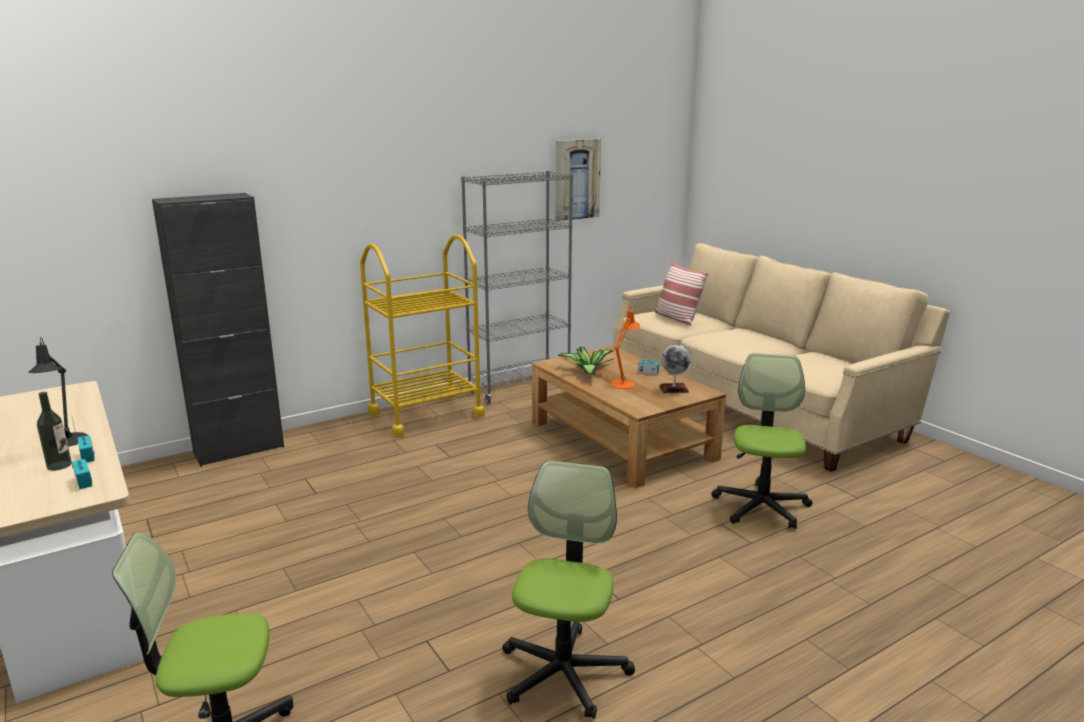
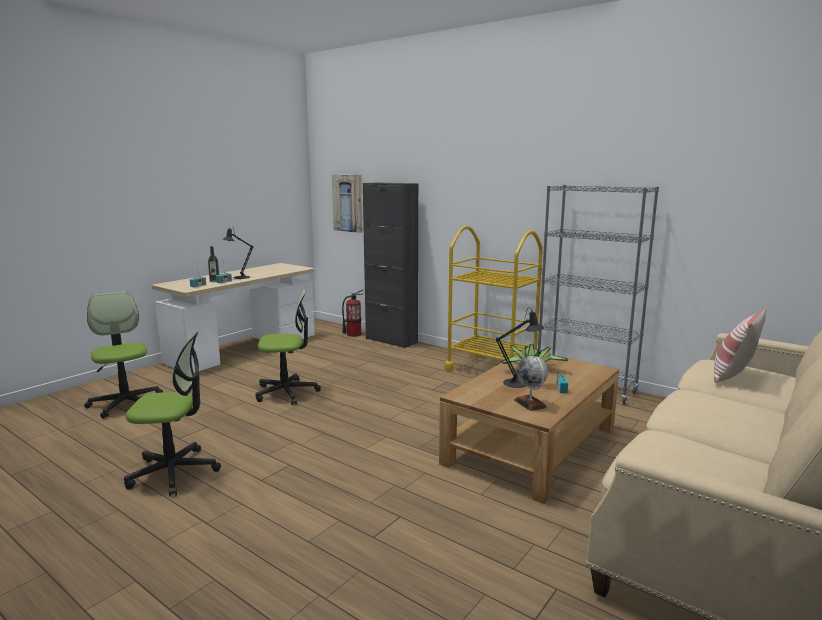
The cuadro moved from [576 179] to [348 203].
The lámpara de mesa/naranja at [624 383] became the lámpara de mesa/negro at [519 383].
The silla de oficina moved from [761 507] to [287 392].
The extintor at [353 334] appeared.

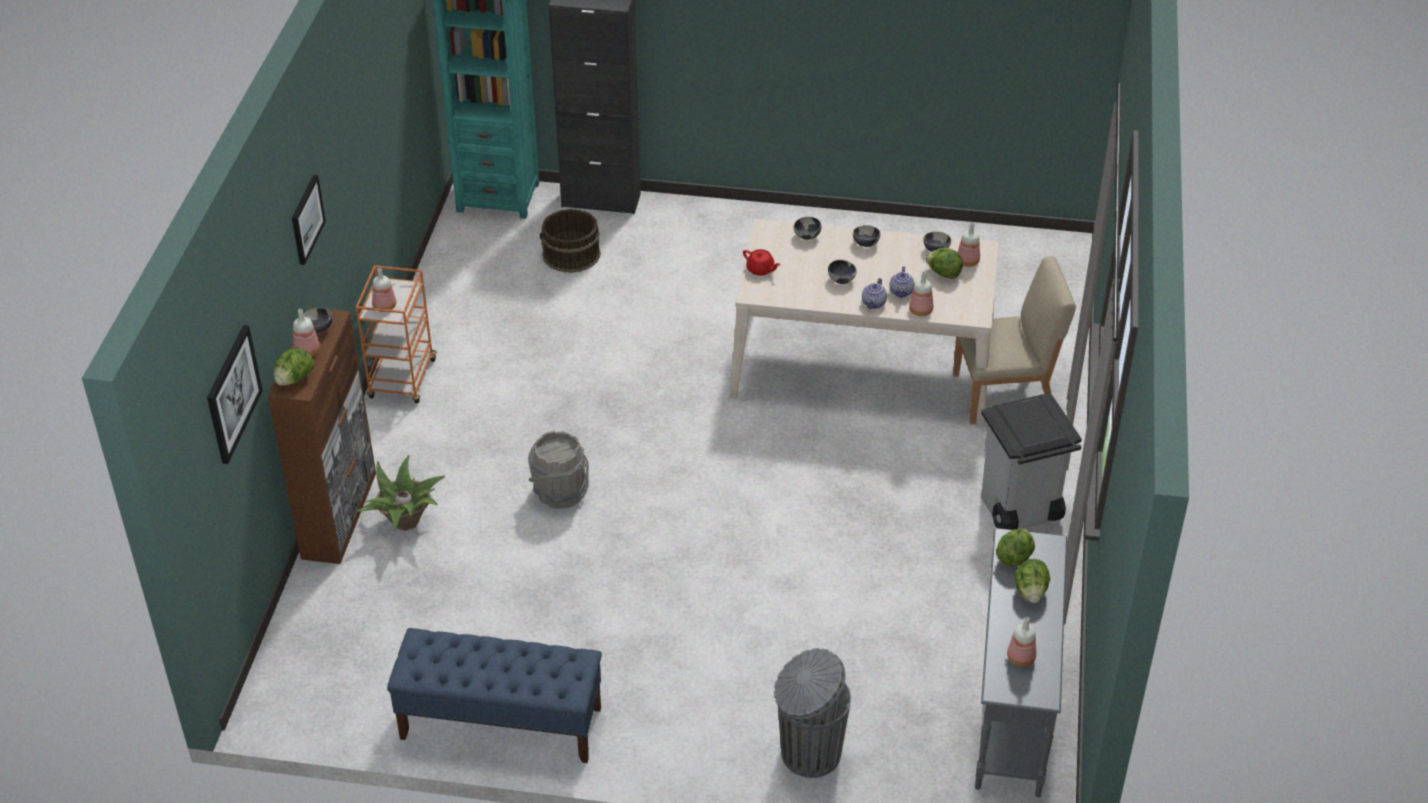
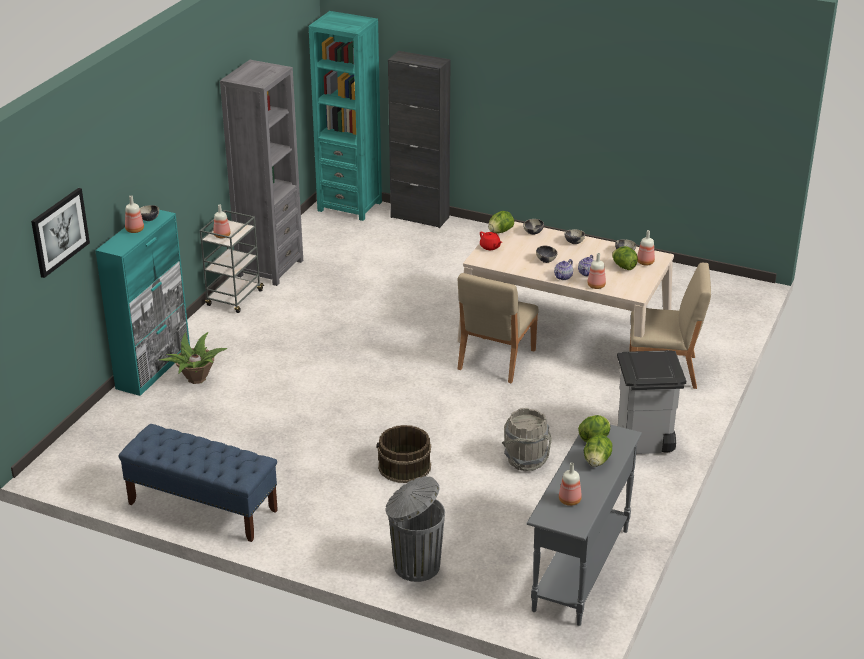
The armario/marrón at [339 515] became the armario/turquesa at [154 368].
The lechuga moved from [294 379] to [500 232].
The cuadro at [306 219] disappeared.
The carrito/naranja at [402 380] became the carrito/gris at [234 299].
The cubo/gris moved from [560 493] to [525 460].
The cubo/marrón moved from [571 255] to [404 467].
The estantería/gris at [270 268] appeared.
The silla/beis at [495 360] appeared.

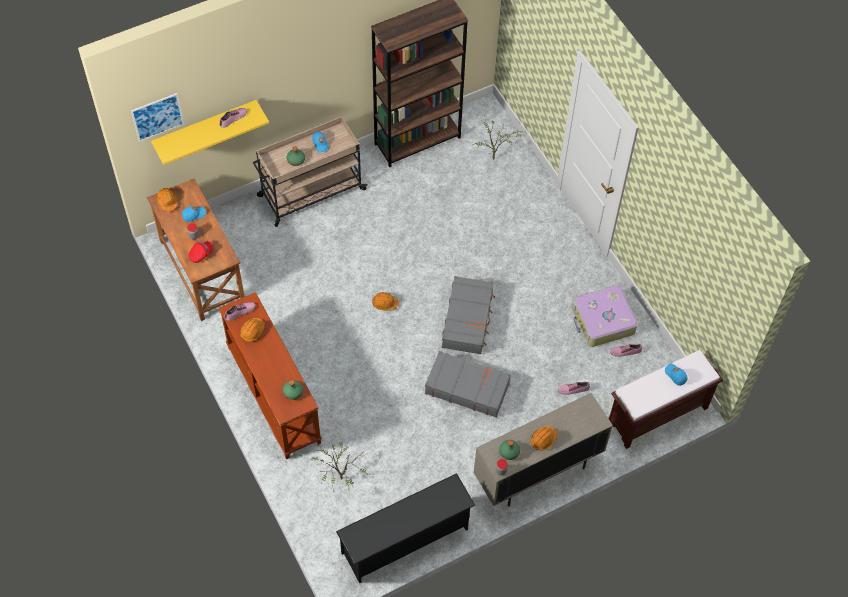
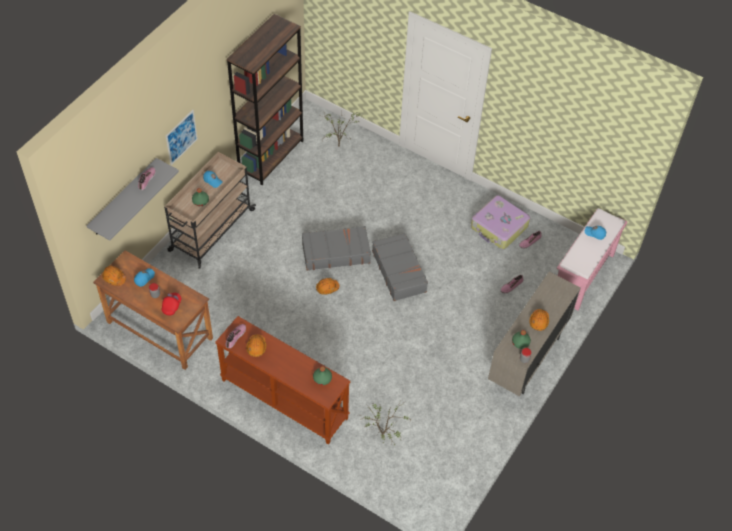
The cuadro moved from [157 117] to [181 137].
The estante/amarillo at [205 127] became the estante/gris at [123 198].
The zapatero/negro at [405 542] disappeared.
The maleta/gris moved from [467 388] to [335 253].
The banco/marrón at [657 415] became the banco/rosa at [583 276].

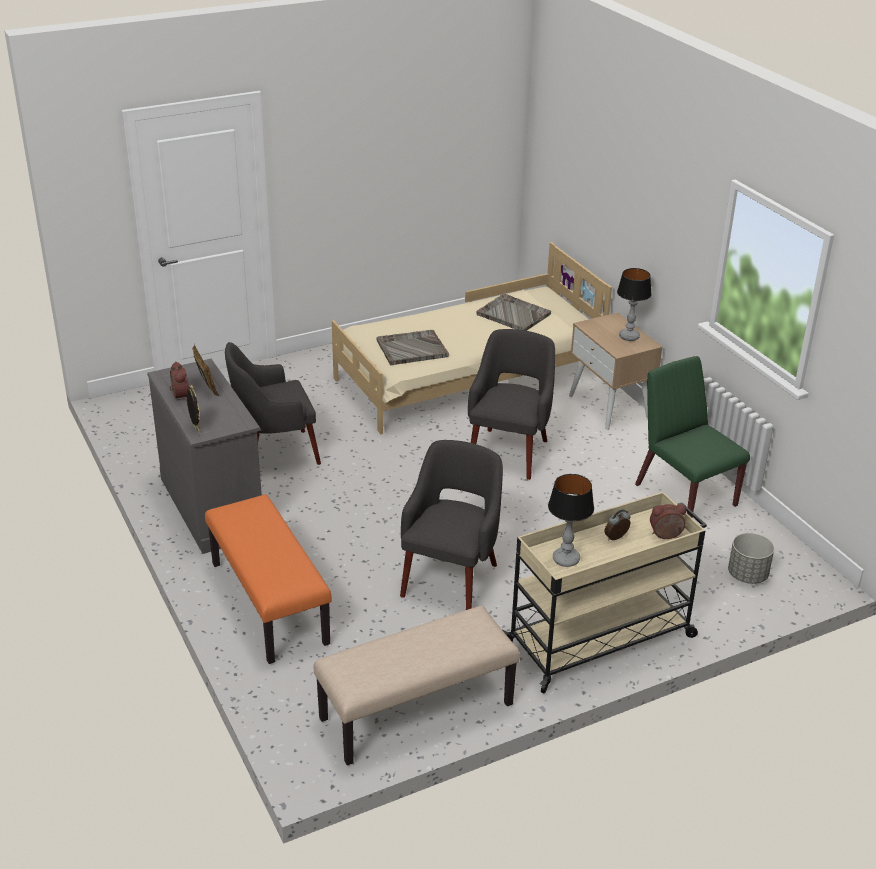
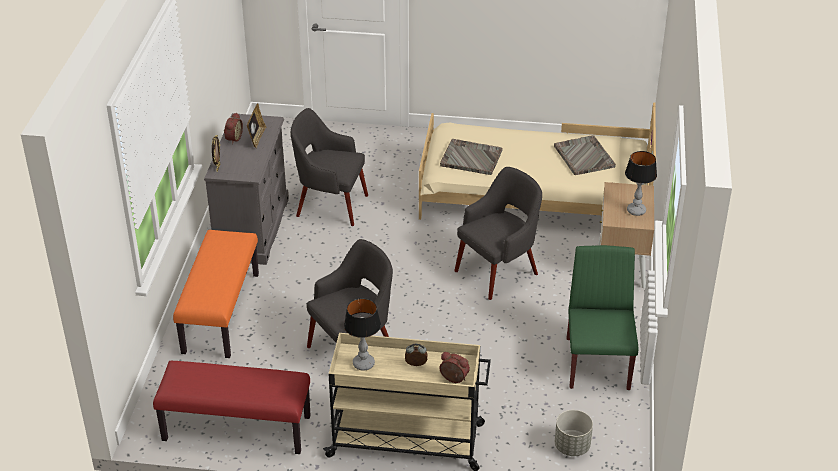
The banco/beis at [416 713] became the banco/rojo at [236 429].

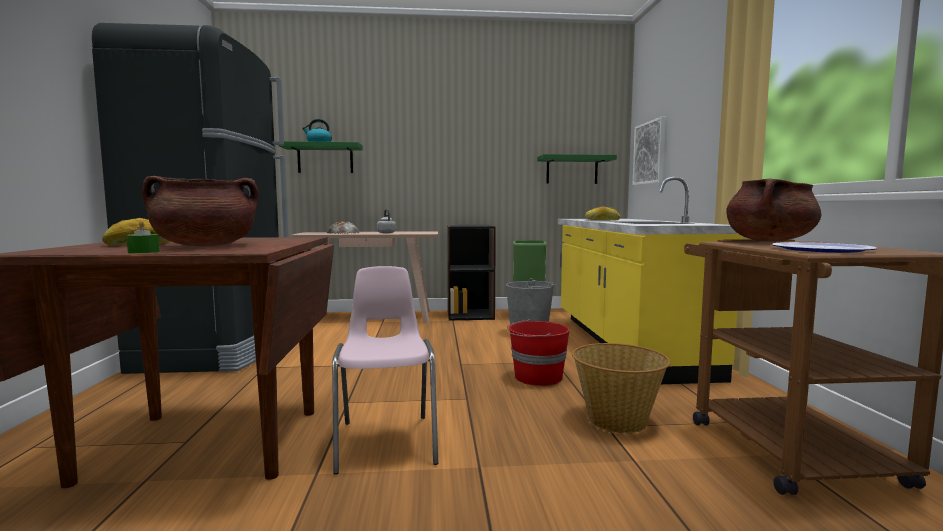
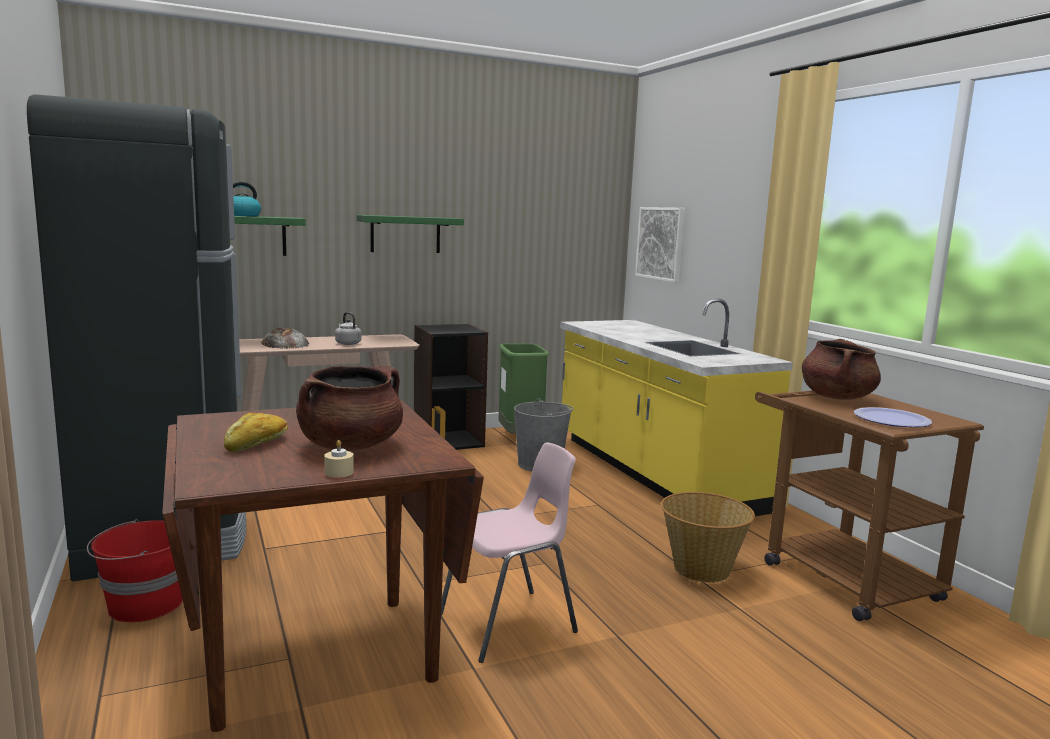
The vela/verde at [143 252] became the vela/beis at [339 472].
The silla/rosa at [387 441] turned 90 degrees clockwise.
The cubo/rojo moved from [537 377] to [143 605].
The estante/verde moved from [572 170] to [405 234].
The pan at [602 220] disappeared.

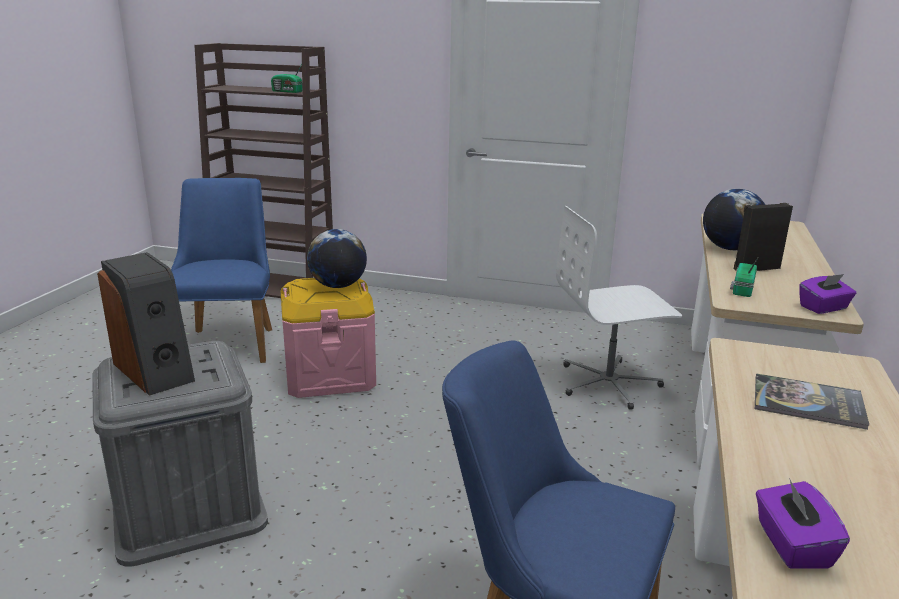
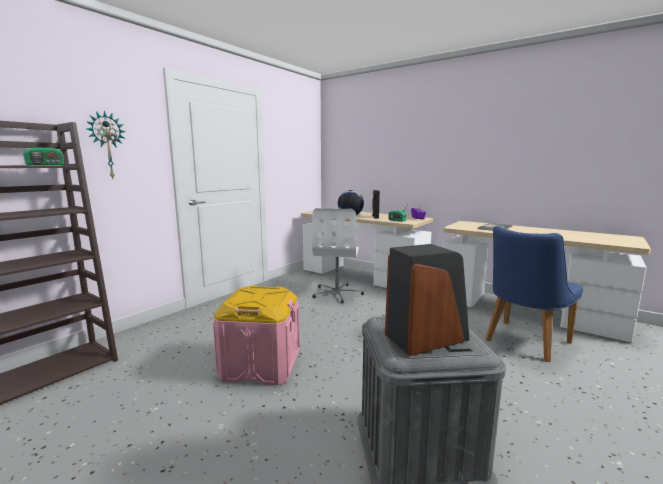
The silla/azul at [229 341] disappeared.
The globo terráqueo at [338 286] disappeared.
The caja de pañuelos/morado at [792 545] disappeared.
The reloj de pared at [107 145] appeared.

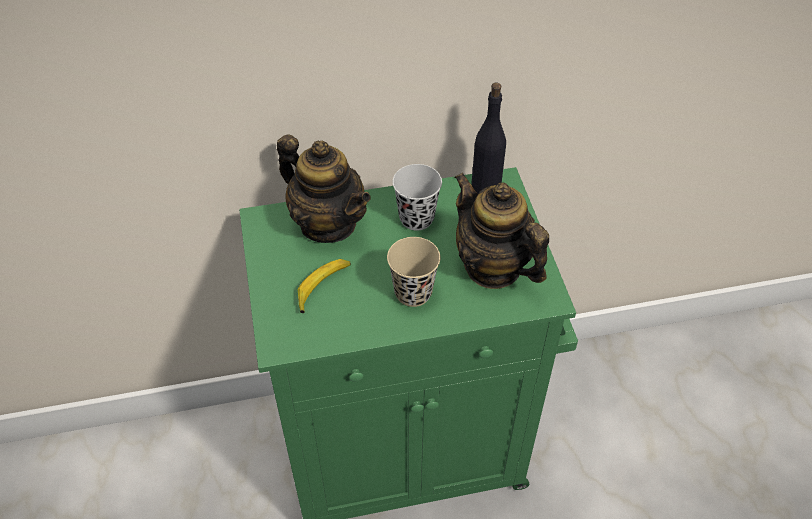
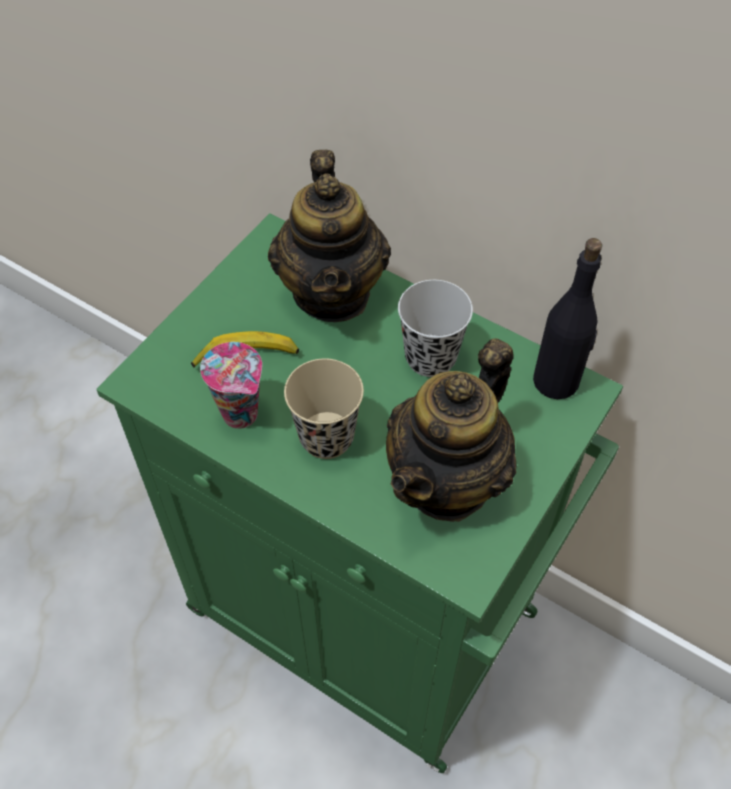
The tetera at [493 267] turned 150 degrees counterclockwise.
The taza at [242 415] appeared.

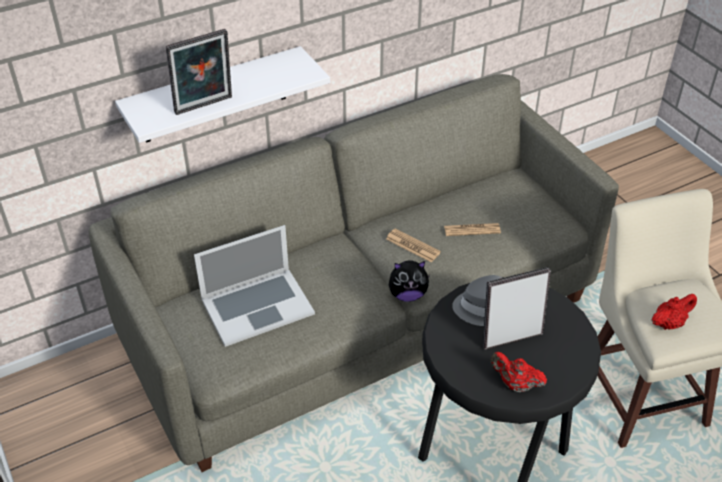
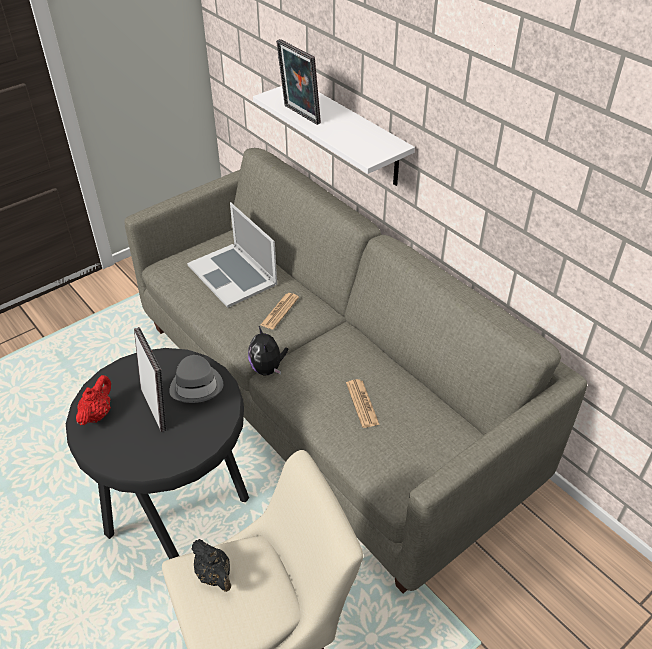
The periódico moved from [412 246] to [279 311].
The tetera/rojo at [669 323] became the tetera/negro at [215 575].

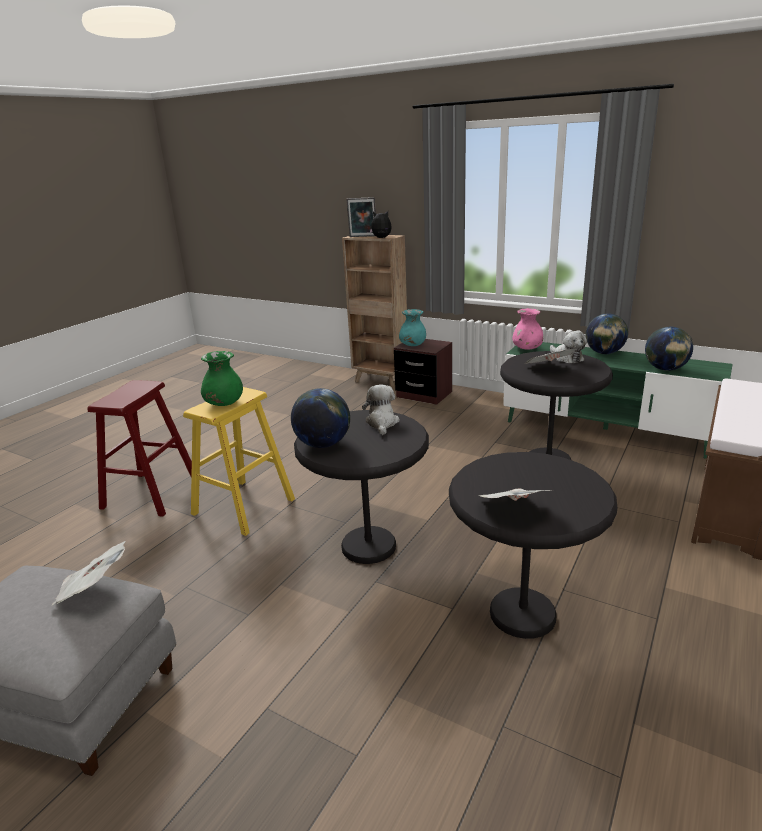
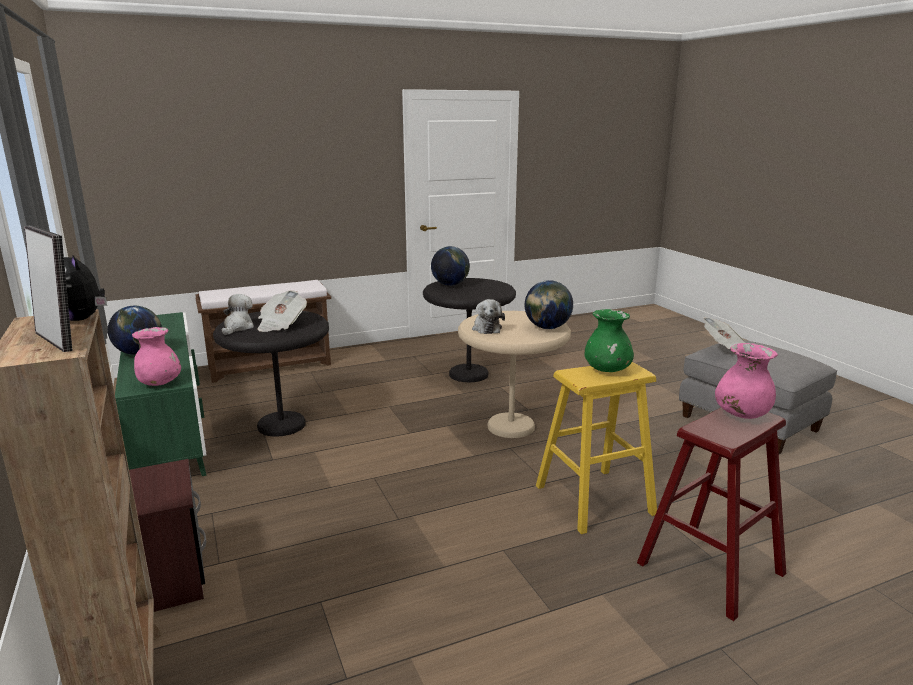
The mesa auxiliar/negro at [368 546] became the mesa auxiliar/beis at [511 427].
The peluche at [382 423] turned 45 degrees counterclockwise.
The florero/turquesa at [412 345] disappeared.
The periódico at [513 510] disappeared.
The globo terráqueo moved from [665 369] to [450 285].
The florero/rosa at [741 414] appeared.

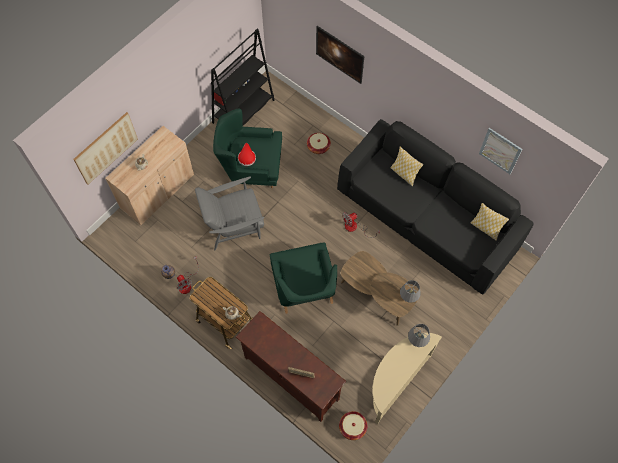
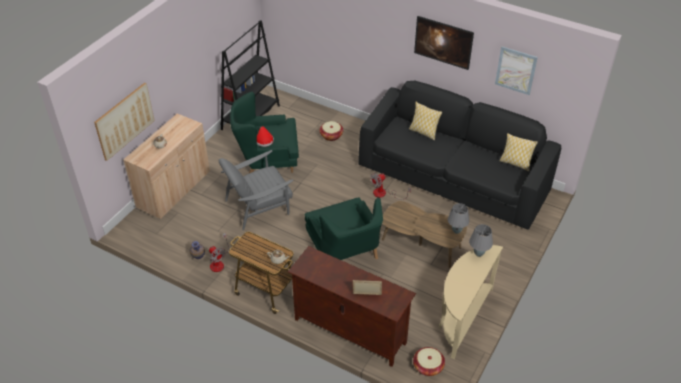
The cuadro moved from [339 61] to [442 51].

